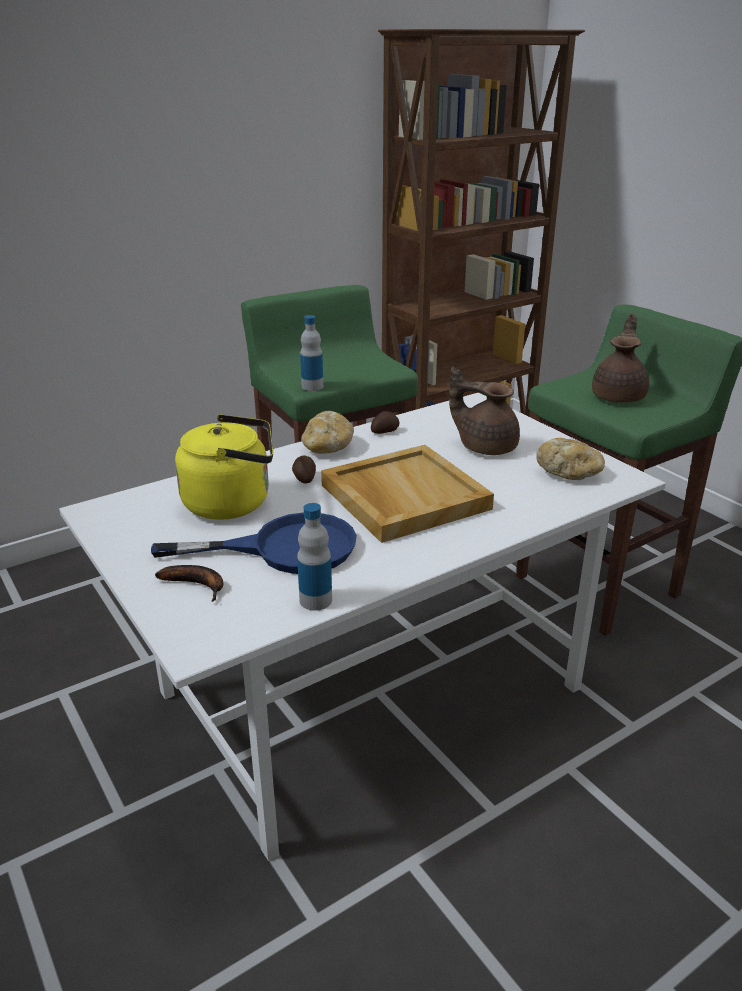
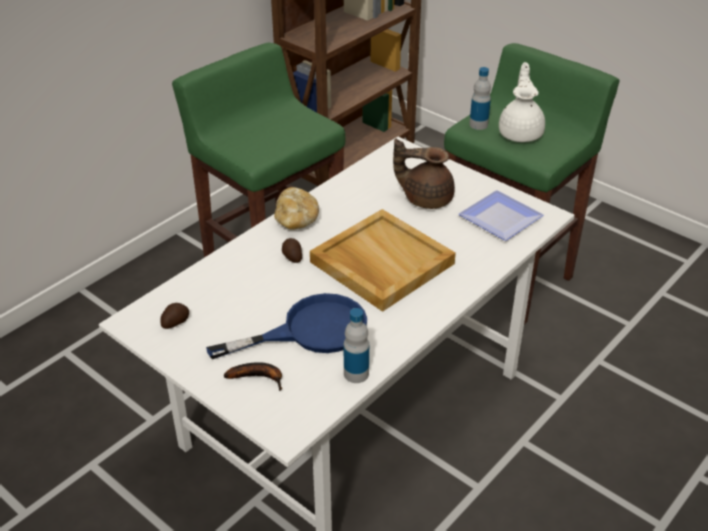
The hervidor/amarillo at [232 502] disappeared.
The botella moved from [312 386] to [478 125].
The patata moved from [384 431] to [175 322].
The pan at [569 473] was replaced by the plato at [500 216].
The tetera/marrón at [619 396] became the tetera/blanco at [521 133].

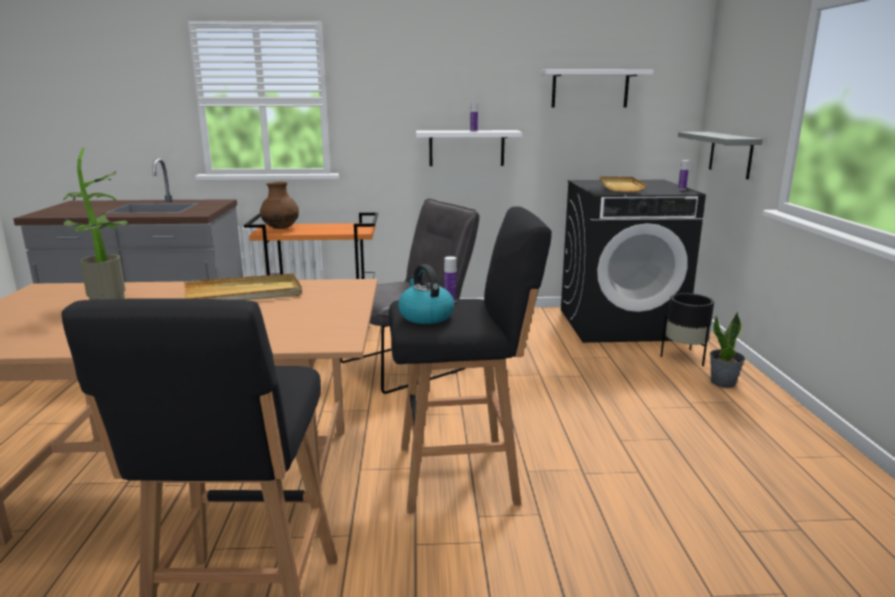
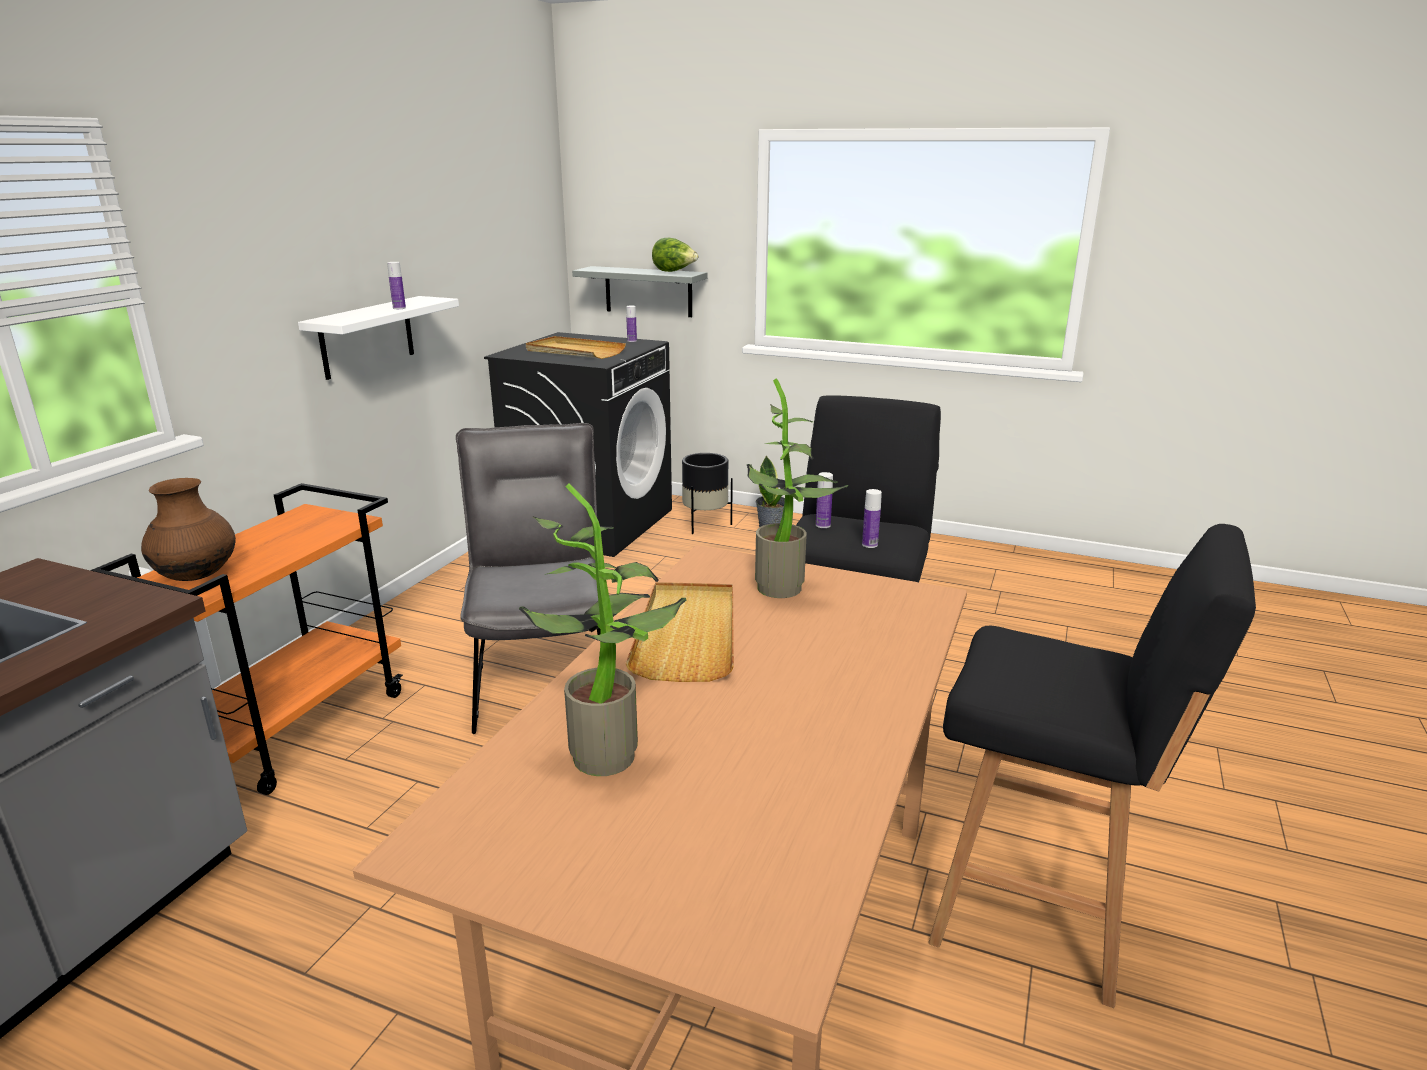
The hervidor at [425 316] was replaced by the botella at [869 544].
The estante/blanco at [590 88] disappeared.
The lechuga at [674 272] appeared.
The planta en maceta at [787 587] appeared.

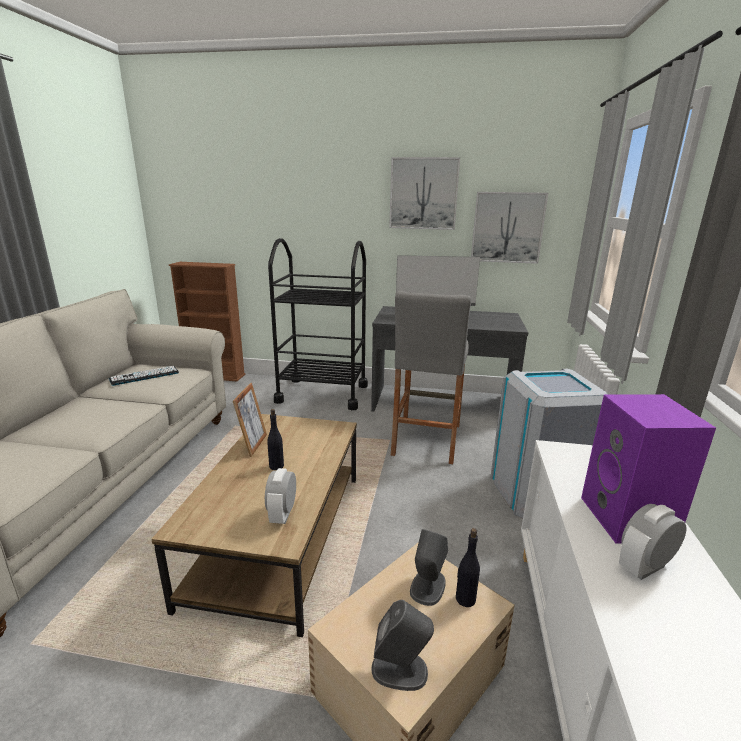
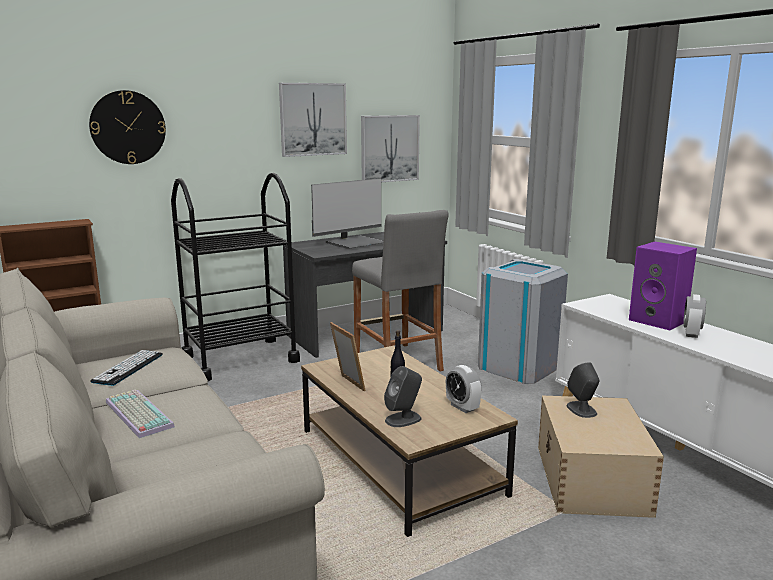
The altavoz/gris moved from [400 670] to [403 419].
The botella/negro at [465 599] disappeared.
The reloj de pared at [128 127] appeared.
The teclado at [136 414] appeared.

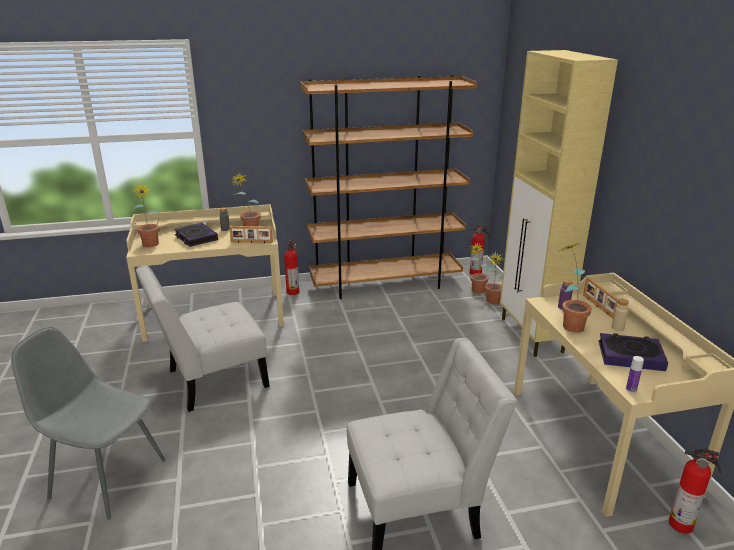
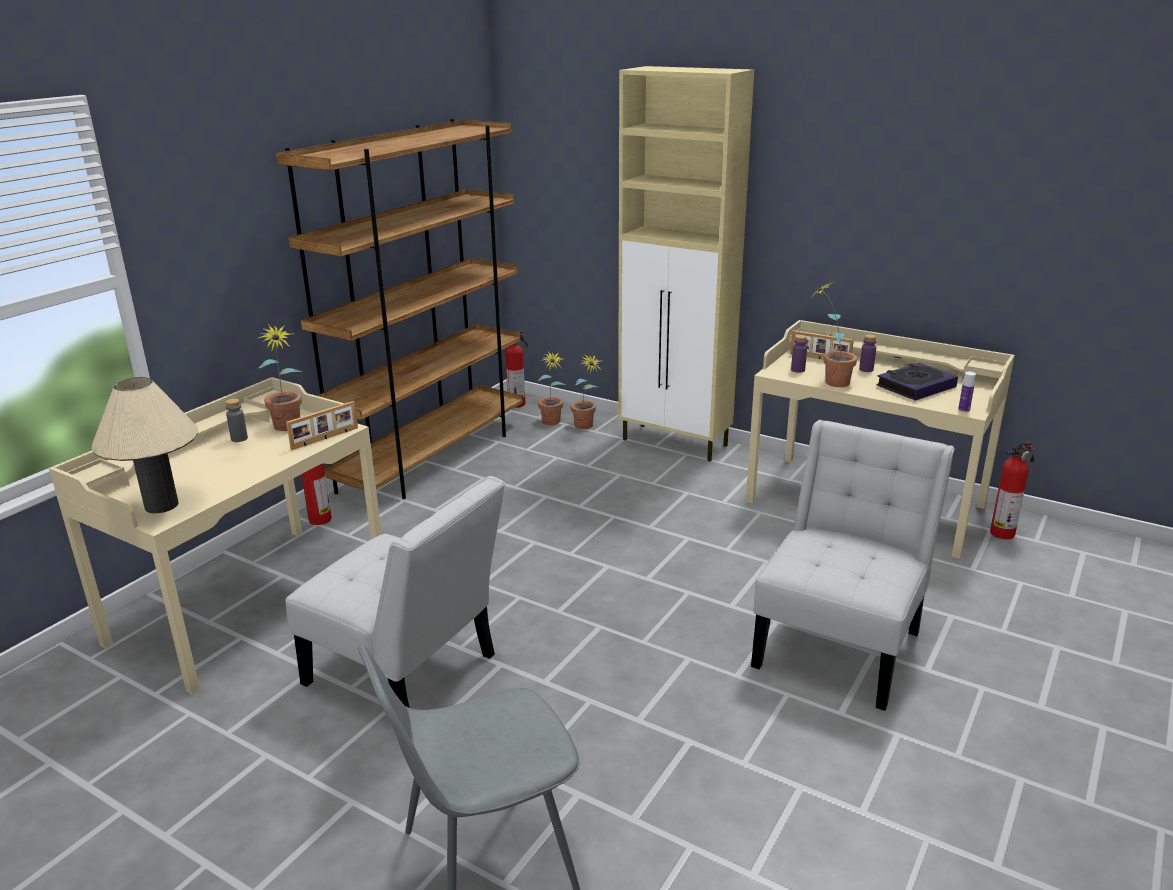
The planta en maceta at [150 246] was replaced by the lámpara de mesa/beis at [161 505].
The silla/blanco at [211 380] turned 75 degrees counterclockwise.
The libro at [196 238] disappeared.
The botella/beis at [617 328] became the botella/morado at [866 369].

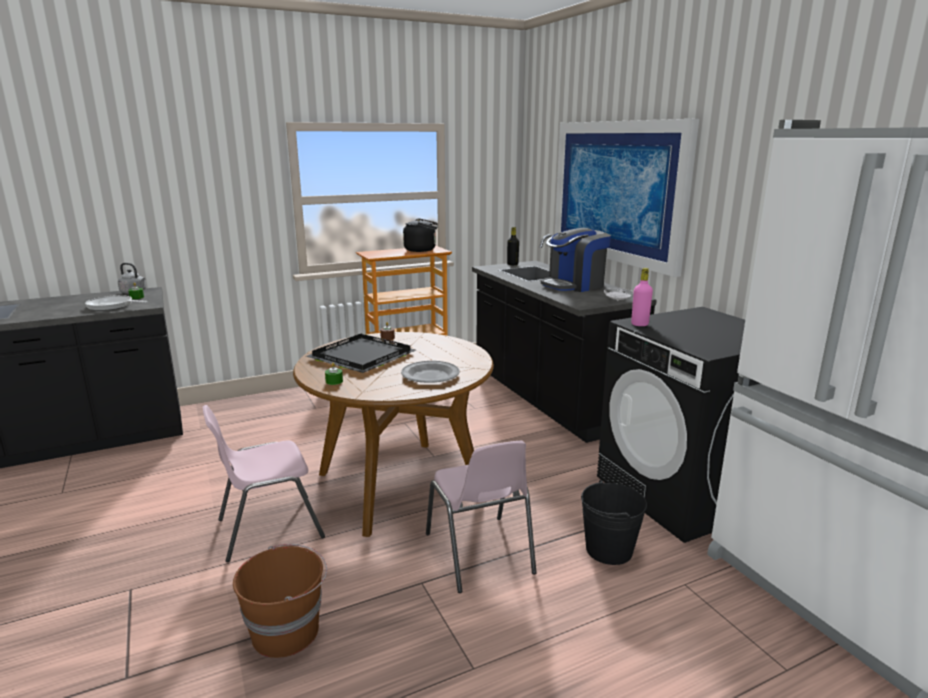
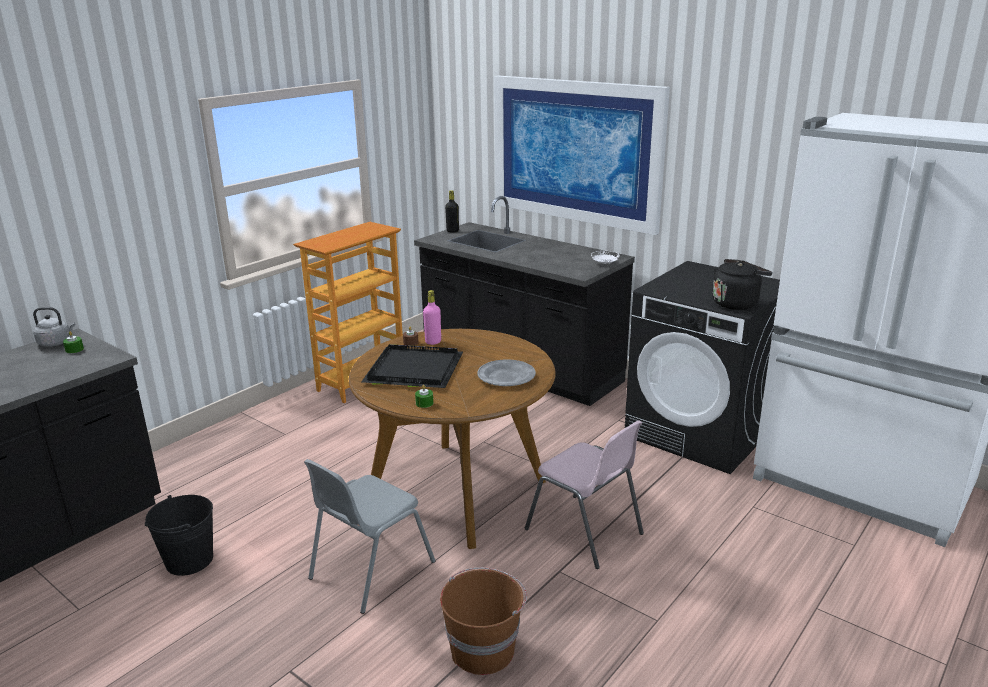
The sartén at [112 306] disappeared.
The silla/rosa at [268 528] became the silla/gris at [369 570].
The hervidor/negro moved from [422 250] to [736 303].
The cafetera at [574 285] disappeared.
The cubo/negro moved from [608 550] to [189 560].
The botella/rosa moved from [639 324] to [433 342].

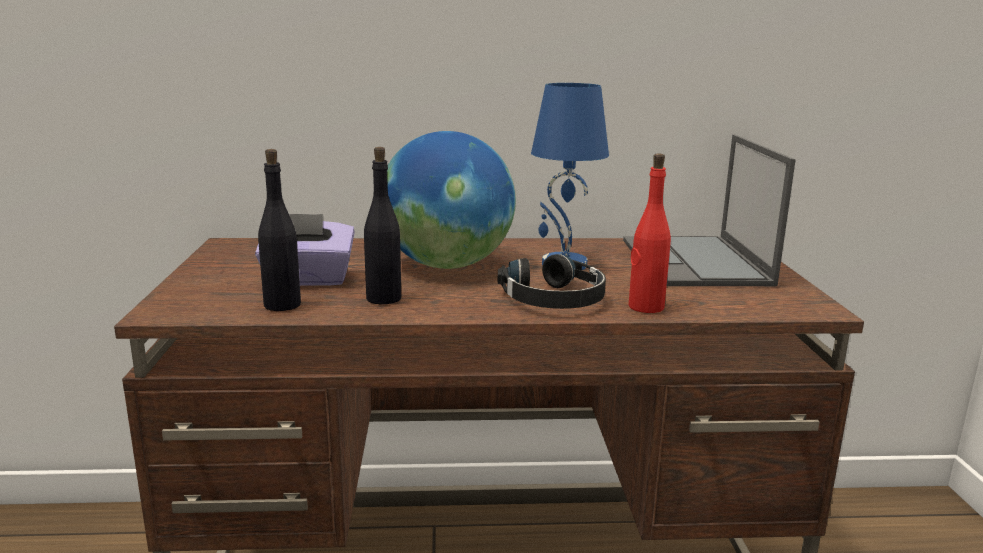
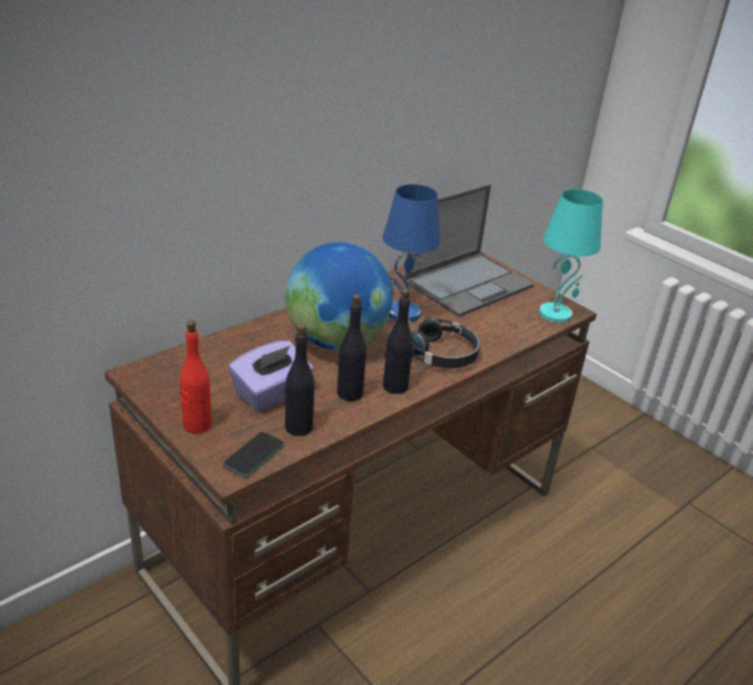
The portátil at [695 262] turned 90 degrees counterclockwise.
The botella/rojo moved from [645 307] to [197 425].
The móvil at [254 455] appeared.
The botella/negro at [394 386] appeared.
The lámpara de mesa/turquesa at [555 314] appeared.

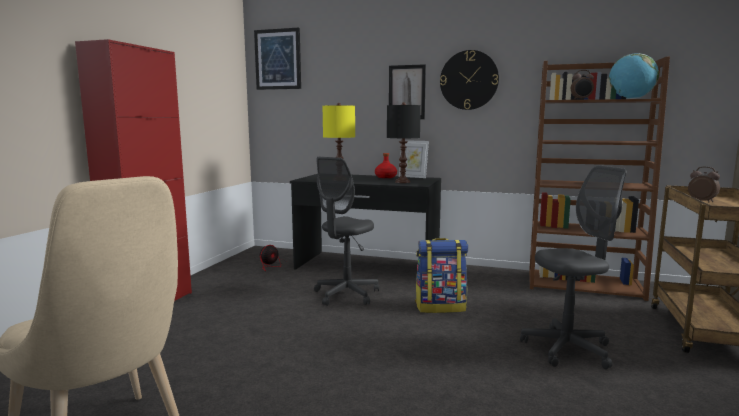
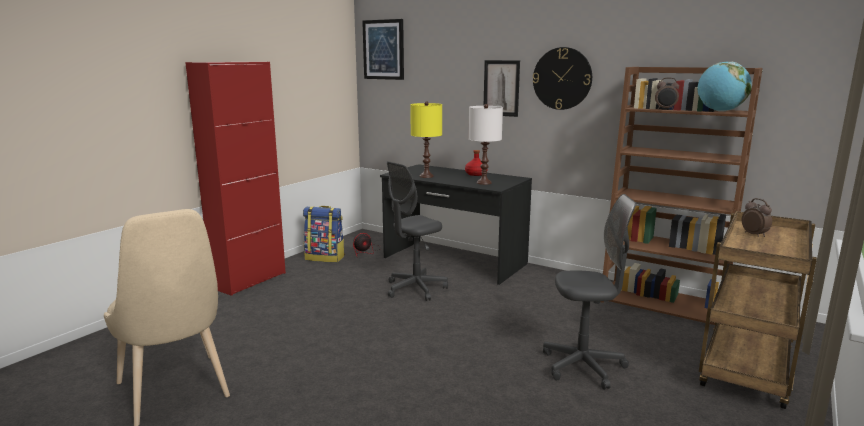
The lámpara de mesa/negro at [403 182] became the lámpara de mesa/blanco at [484 183].
The portarretratos at [413 177] disappeared.
The mochila moved from [440 307] to [325 258].

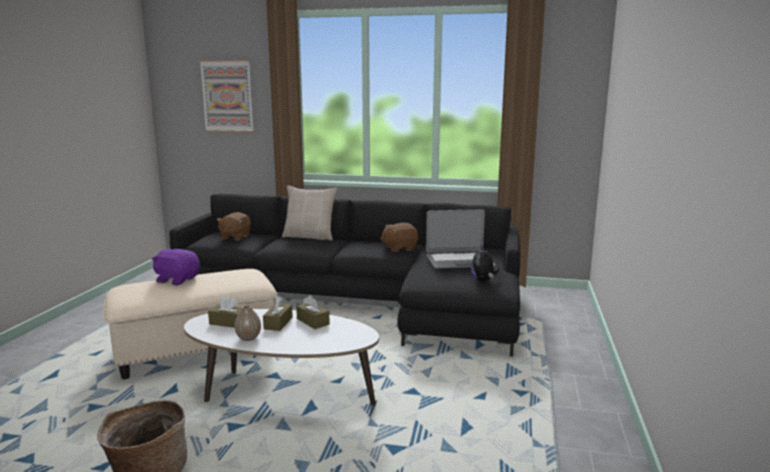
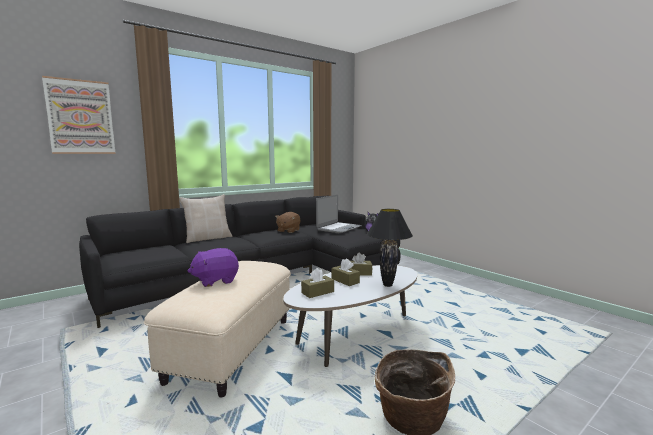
The peluche/marrón at [235 237] disappeared.
The florero at [248 338] disappeared.
The lámpara de mesa/negro at [388 285] appeared.

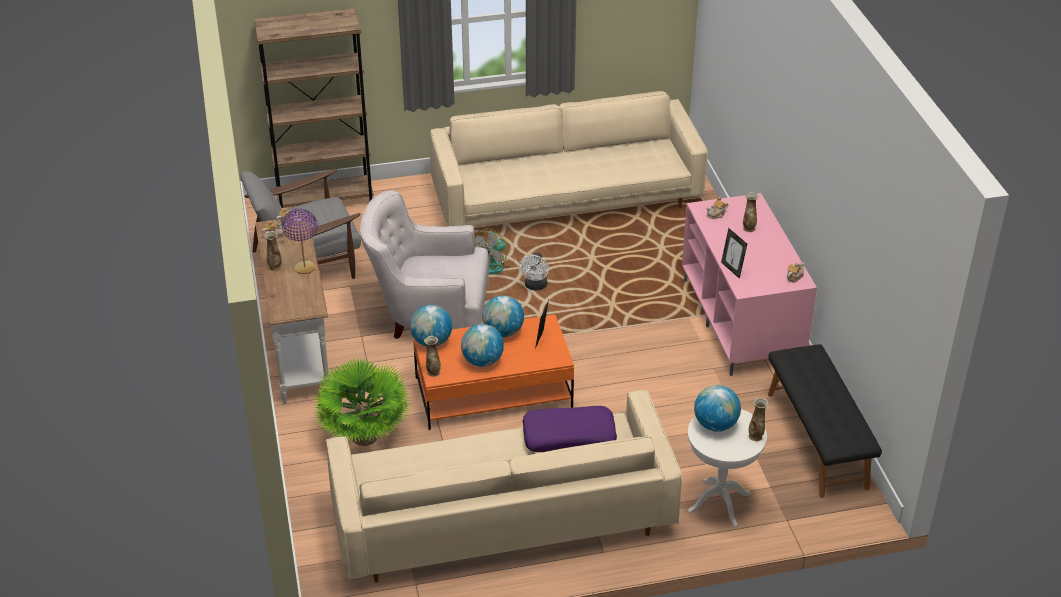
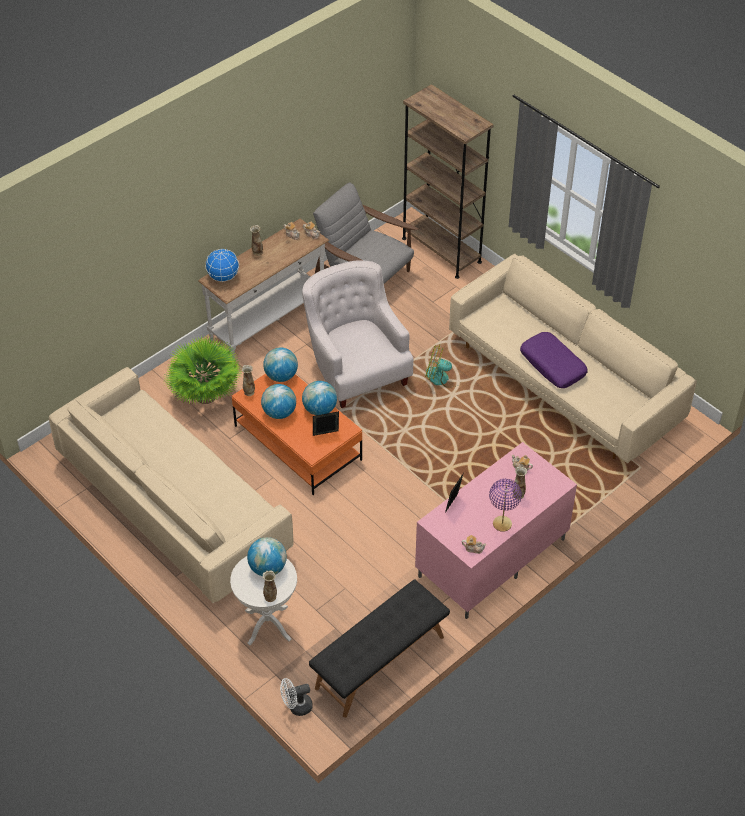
The lámpara de mesa/morado moved from [304 268] to [502 524].
The ventilador/blanco moved from [535 286] to [296 707].
The cojín/morado moved from [569 436] to [553 365].
The globo terráqueo at [223 277] appeared.

